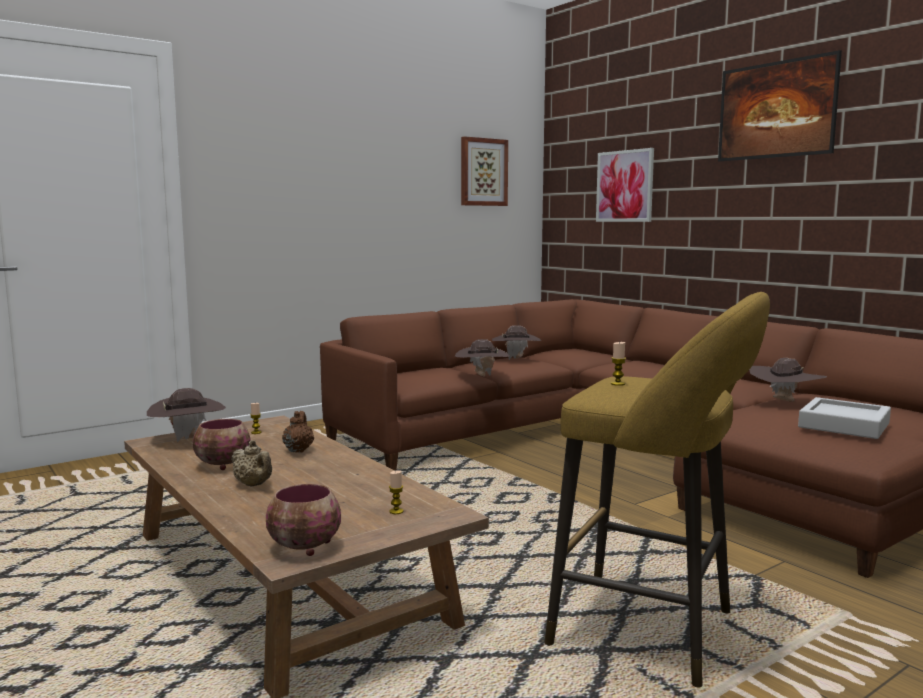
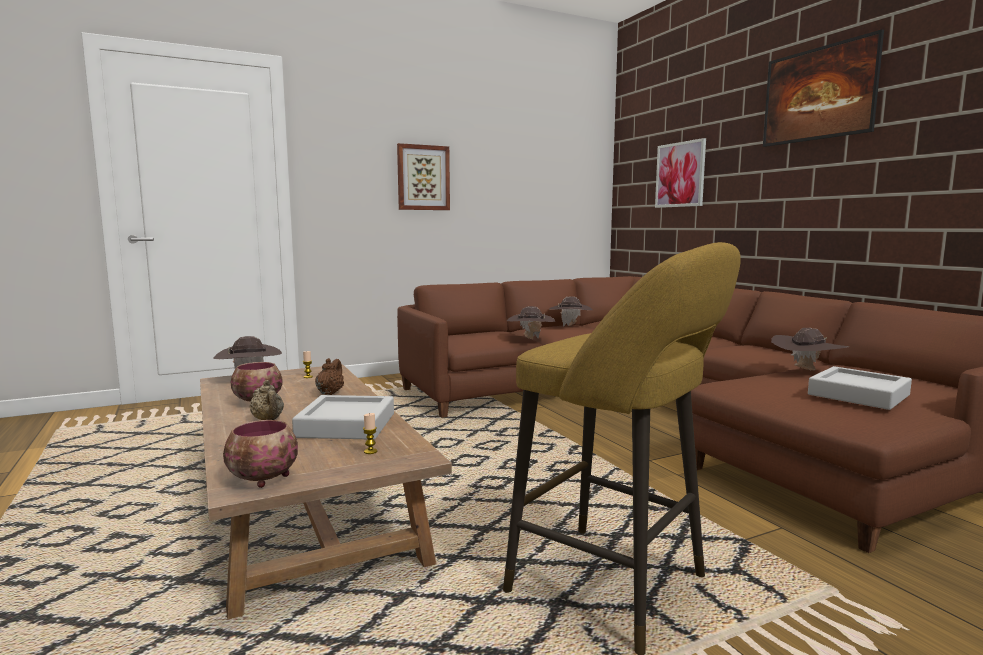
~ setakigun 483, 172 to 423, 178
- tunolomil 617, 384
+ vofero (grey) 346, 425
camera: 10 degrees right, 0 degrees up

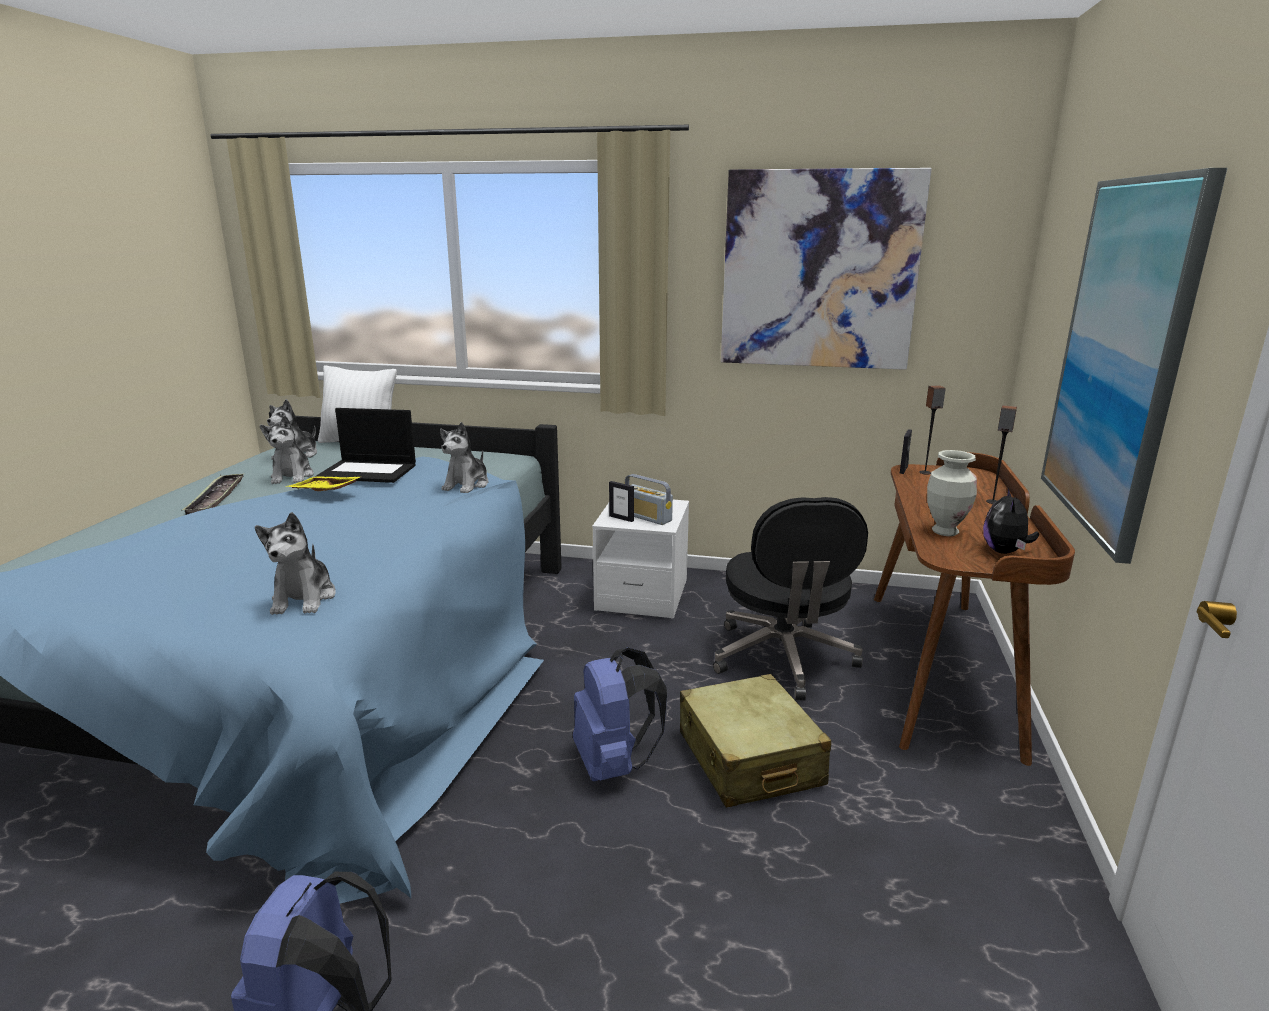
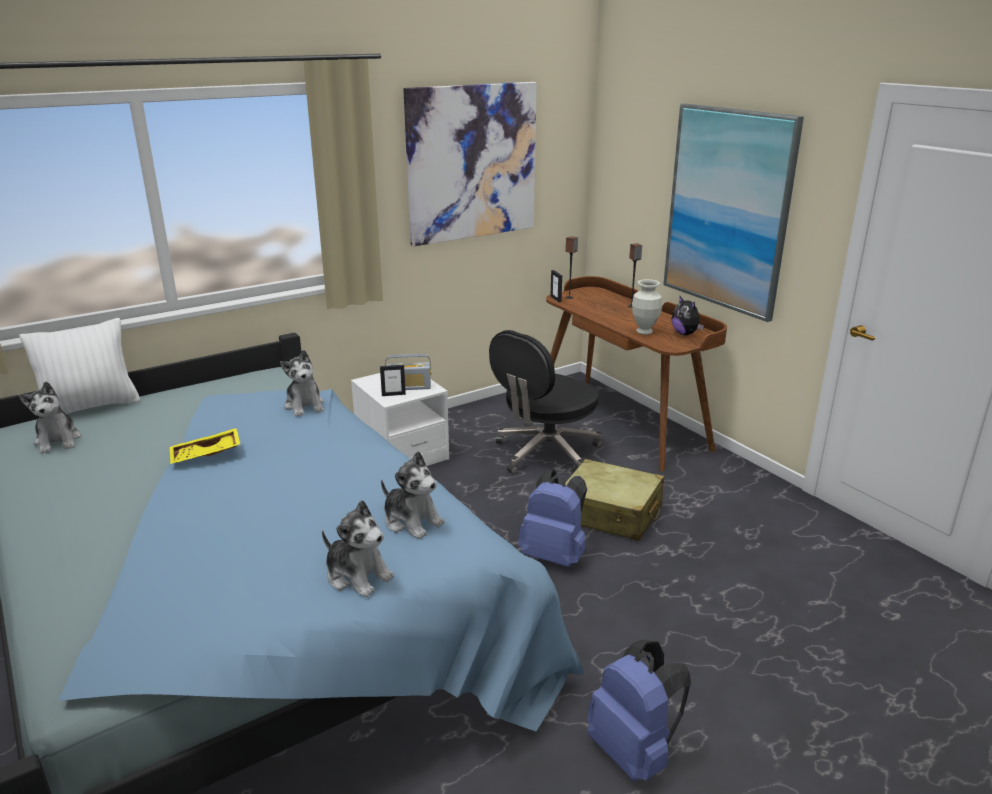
- vofero 216, 499
~ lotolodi 292, 476 to 358, 575
- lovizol 369, 471
~ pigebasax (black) 783, 659 = 545, 453 90 degrees clockwise
camera: 45 degrees left, 5 degrees up

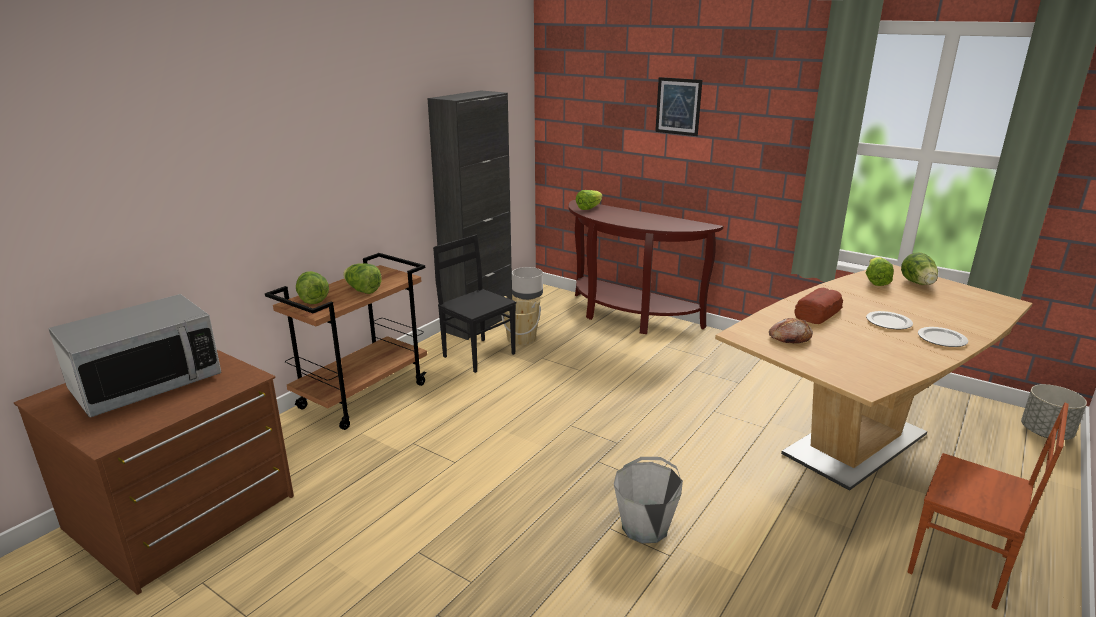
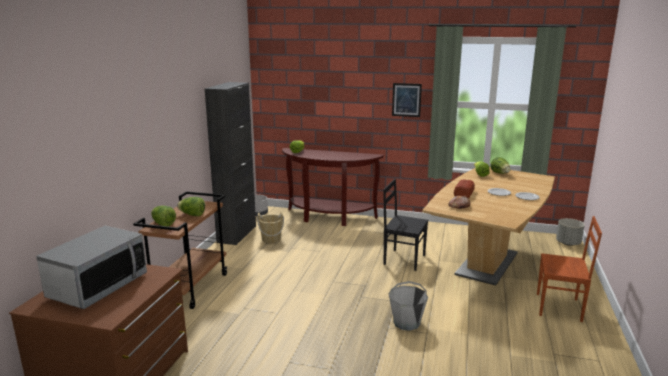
~ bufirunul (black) 479, 354 to 404, 259
~ setakigun 678, 106 to 406, 100
camera: 20 degrees left, 5 degrees down

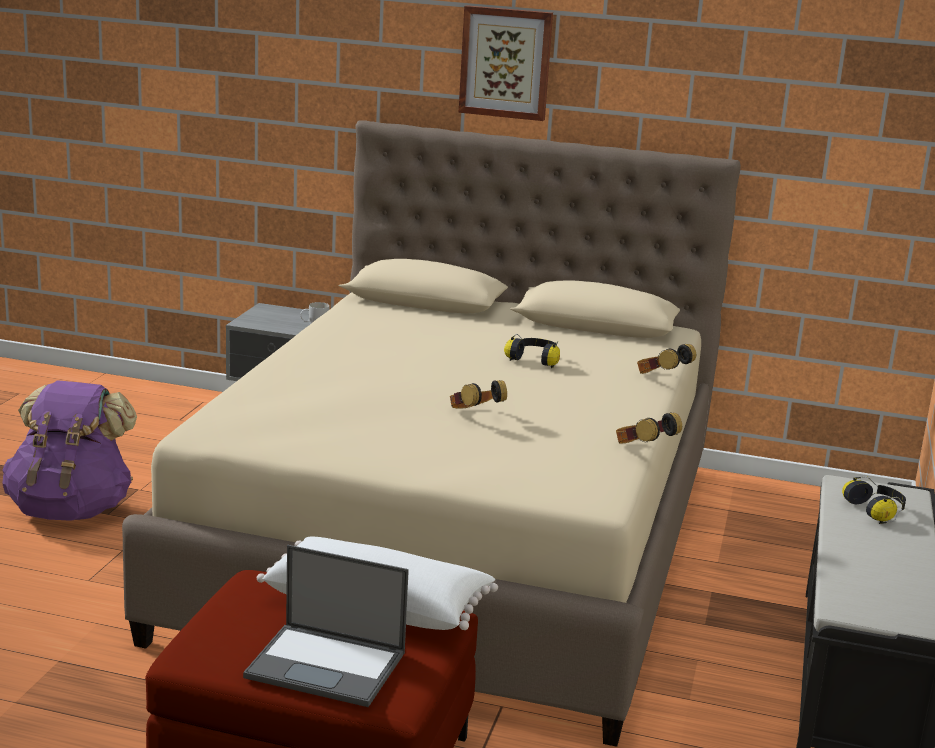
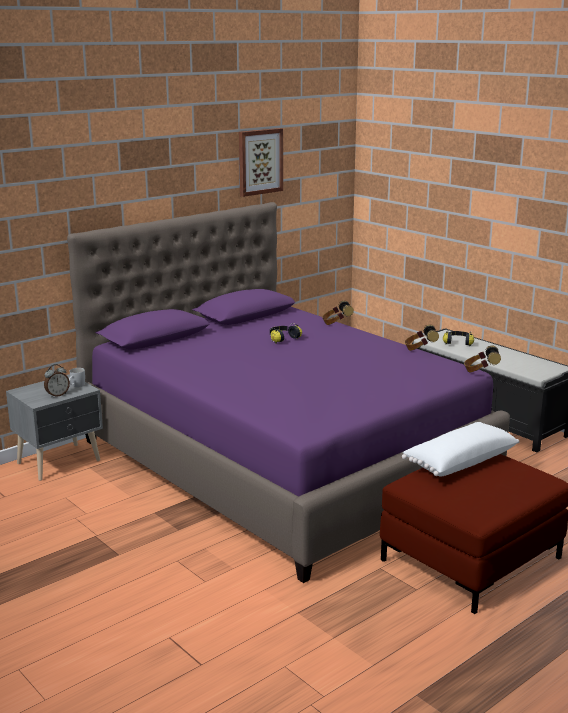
- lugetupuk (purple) 71, 509
~ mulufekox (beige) 458, 545 to mulufekox (purple) 283, 460
- lovizol 328, 665
~ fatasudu 474, 415 to 480, 371
~ setakigun 506, 63 to 259, 161
+ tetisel 57, 395
camera: 55 degrees left, 0 degrees up

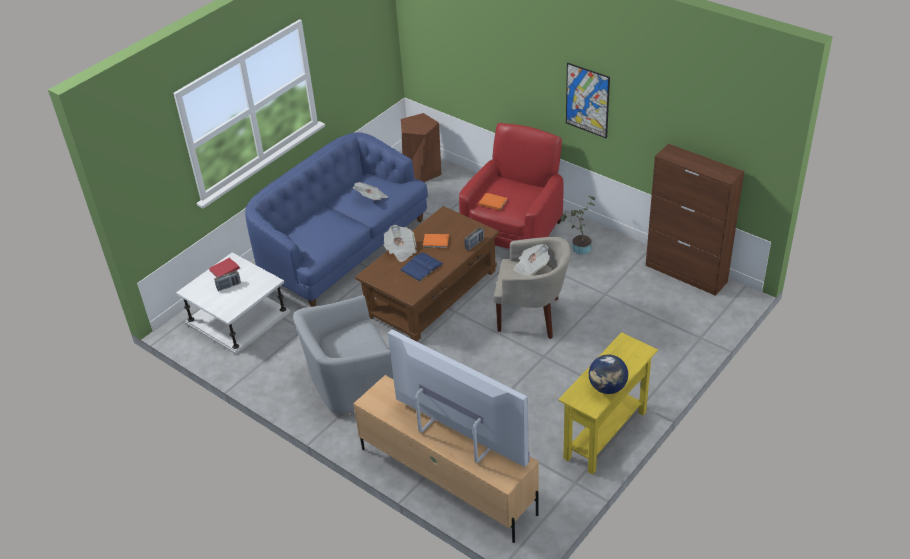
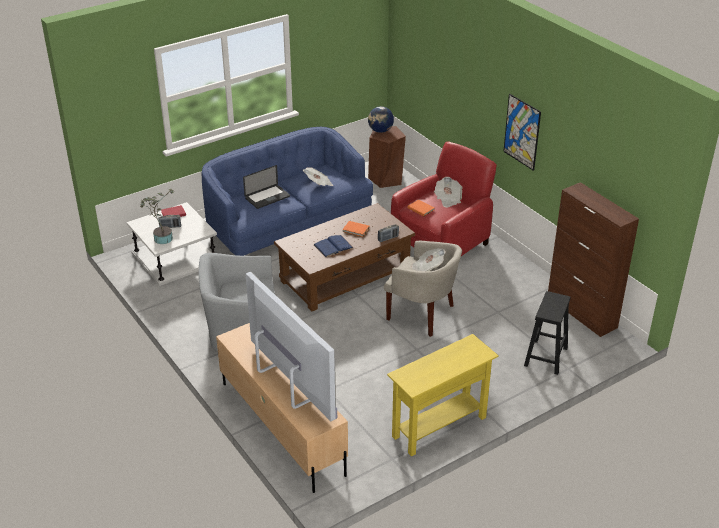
~ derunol 401, 250 to 448, 199
~ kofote 579, 248 to 161, 238
~ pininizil 607, 388 to 380, 131
+ lovizol 267, 197
+ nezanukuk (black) 545, 357
camera: 15 degrees right, 5 degrees down

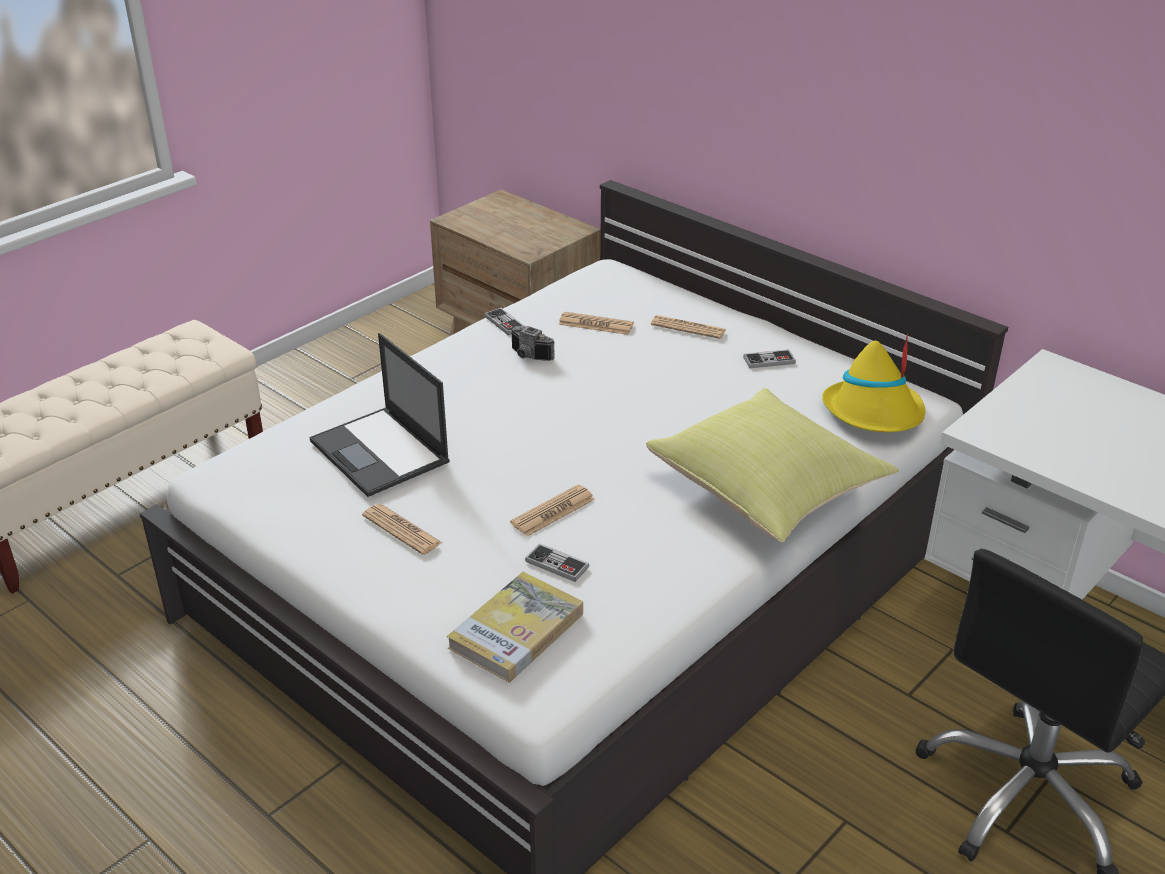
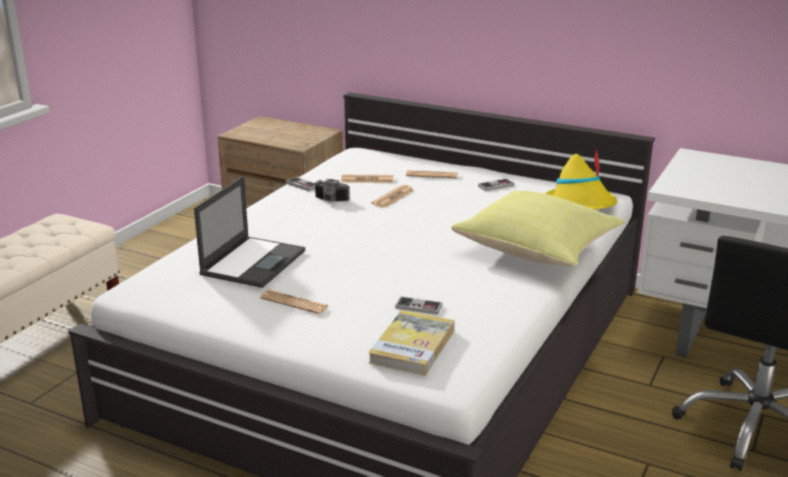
~ lovizol 380, 452 = 254, 262 105 degrees counterclockwise
~ derunol 553, 511 to 393, 197
camera: 15 degrees left, 10 degrees down

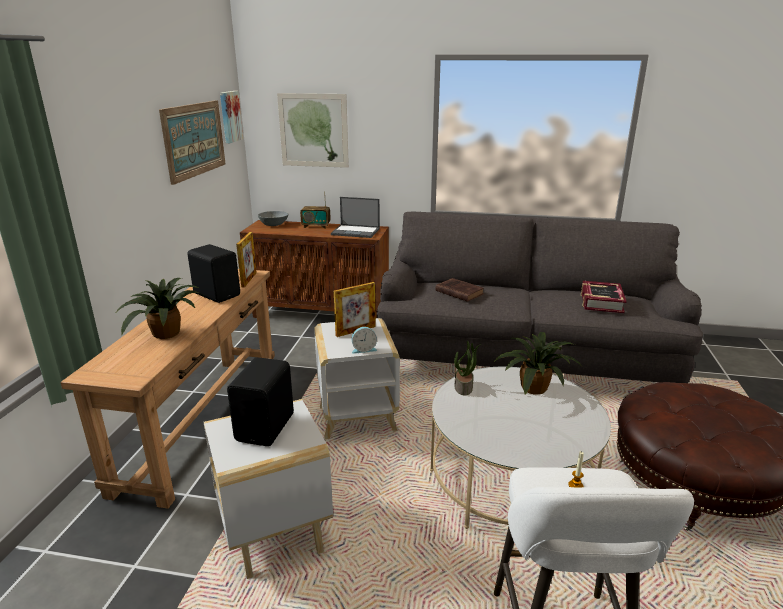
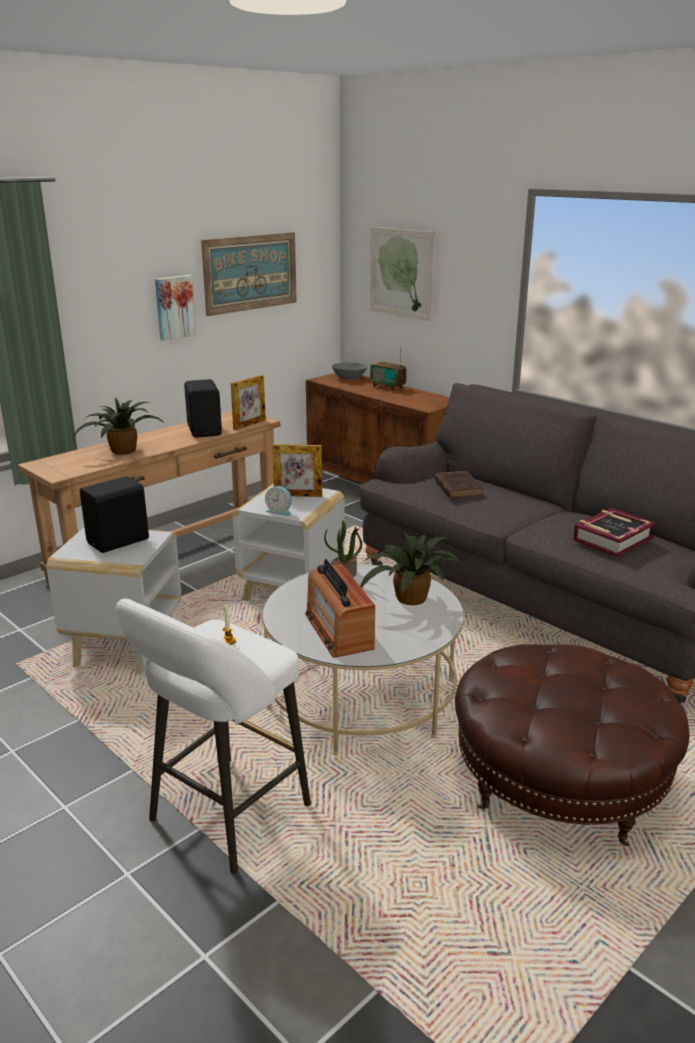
~ setakigun 229, 116 to 174, 307
- lovizol 356, 231
+ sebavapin 338, 631
camera: 35 degrees right, 0 degrees up

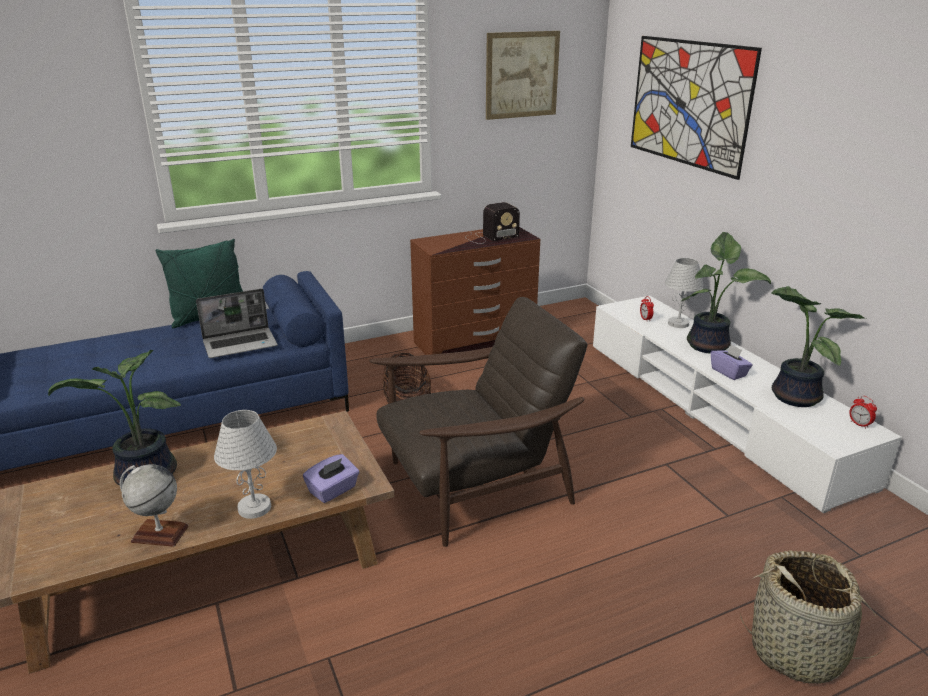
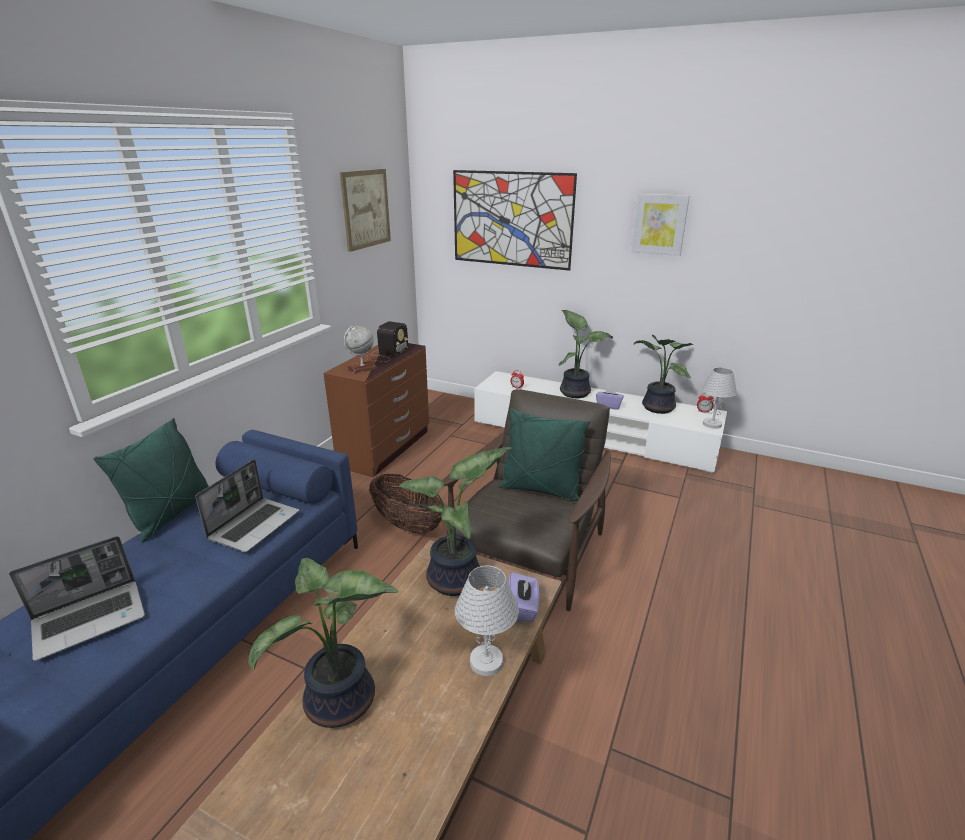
~ pininizil 159, 534 to 362, 368
~ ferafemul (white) 678, 323 to 711, 424
- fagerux 797, 651
+ lovizol 91, 619
+ kofote 457, 580
+ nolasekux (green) 540, 489
+ setakigun 659, 224
camera: 40 degrees left, 0 degrees up

